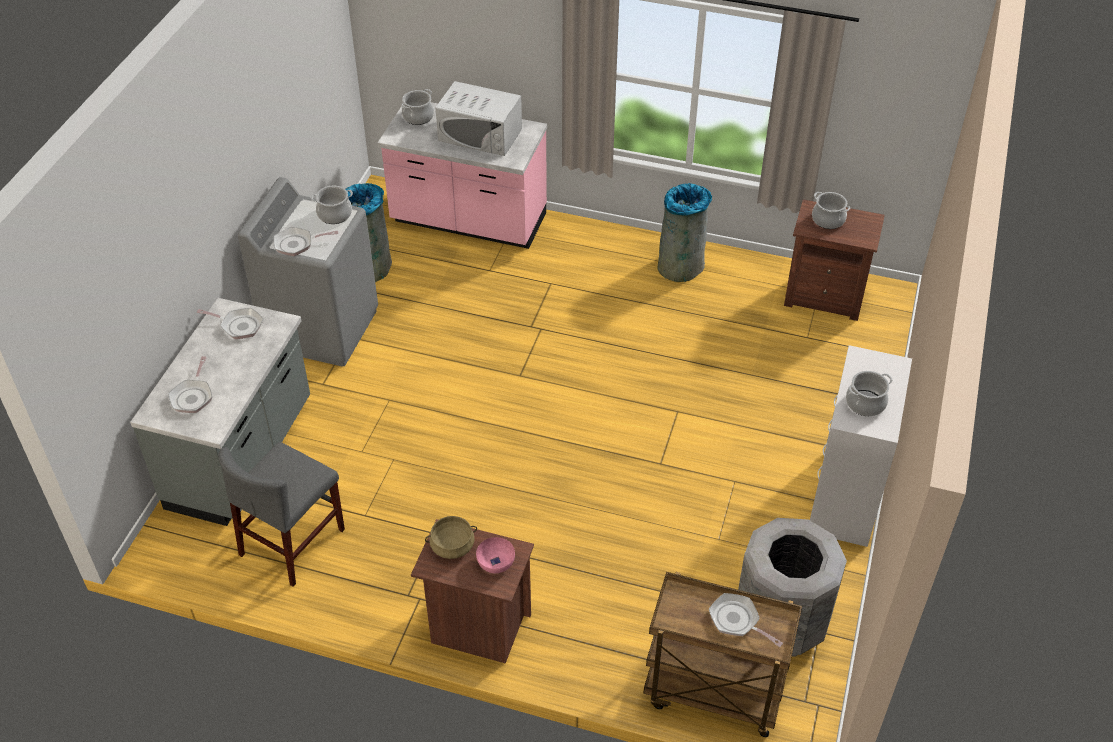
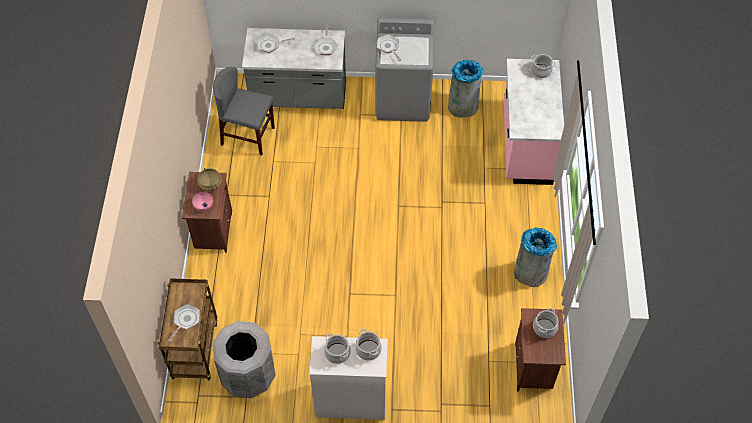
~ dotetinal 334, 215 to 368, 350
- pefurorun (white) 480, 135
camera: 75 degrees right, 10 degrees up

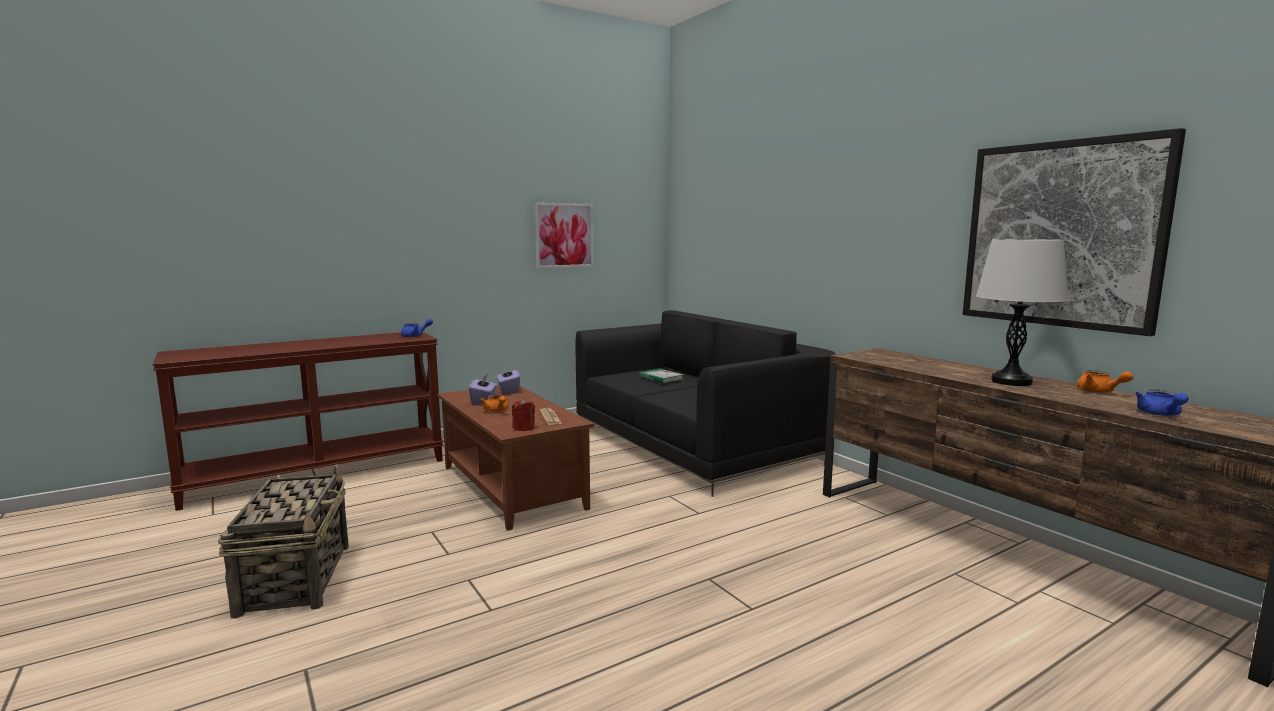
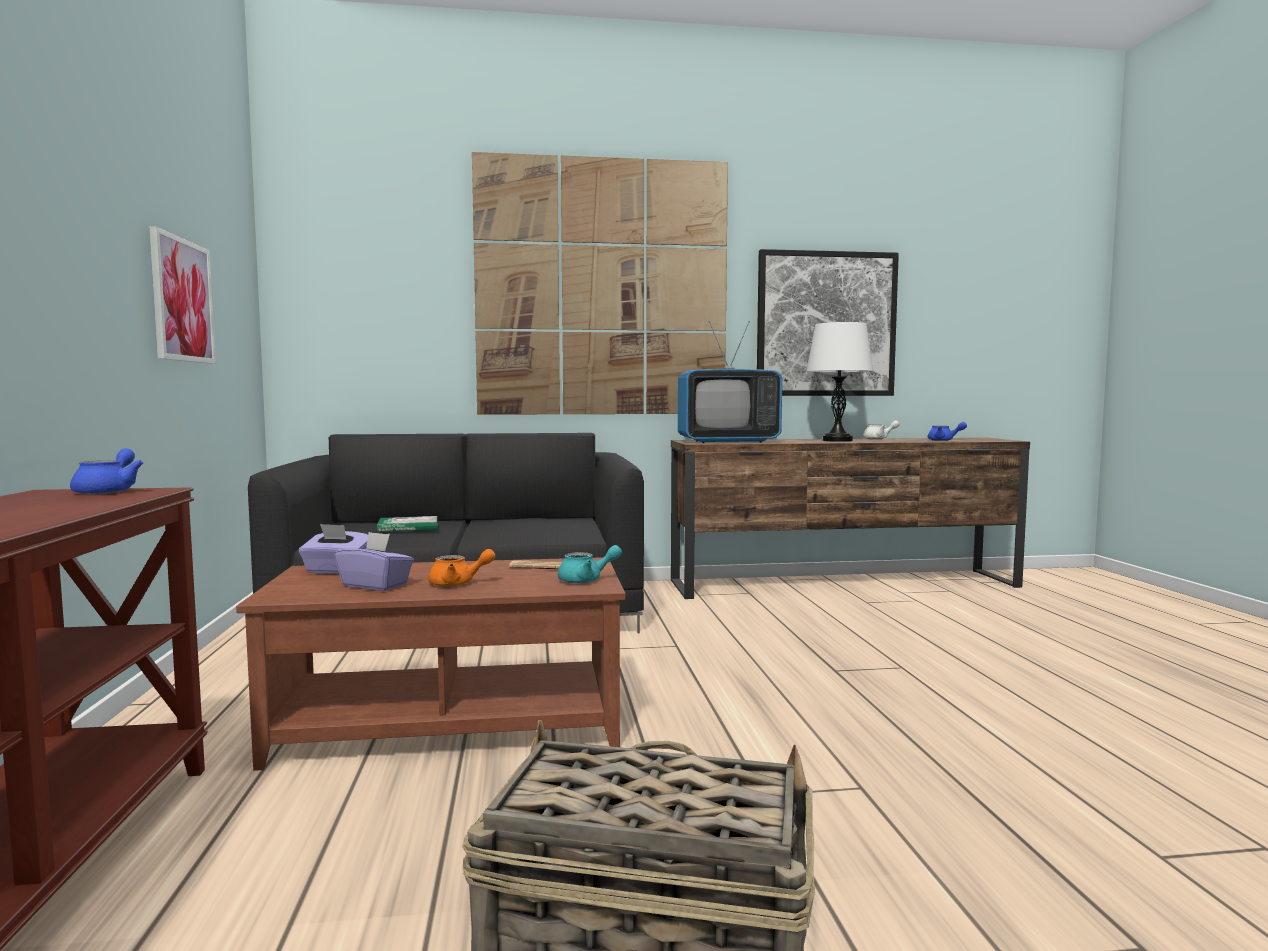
~ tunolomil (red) 523, 428 to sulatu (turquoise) 586, 580
~ sulatu (orange) 1099, 392 to sulatu (white) 879, 439
+ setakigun 602, 288
+ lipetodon 728, 442
camera: 65 degrees left, 5 degrees down

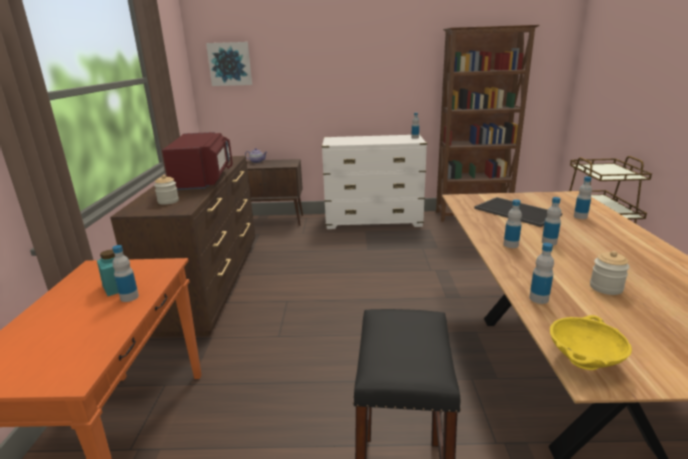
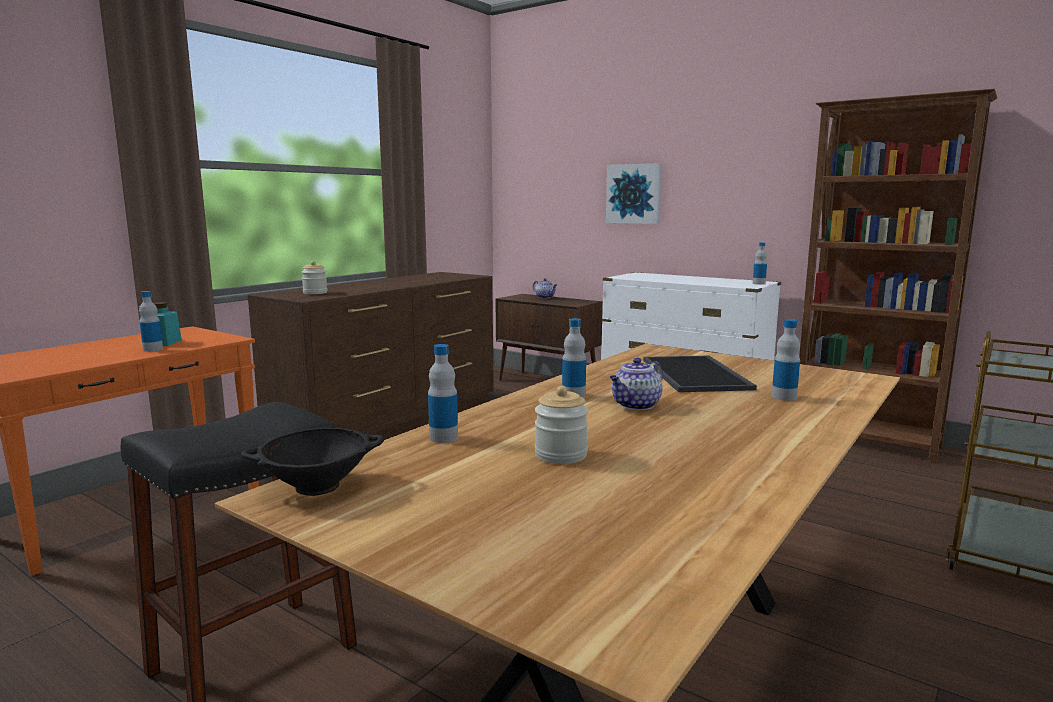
- pefurorun (red) 203, 180
~ setakigun 230, 64 to 634, 194
~ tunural 549, 242 to sulatu 636, 405
~ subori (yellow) 583, 361 to subori (black) 317, 486
camera: 35 degrees right, 10 degrees down

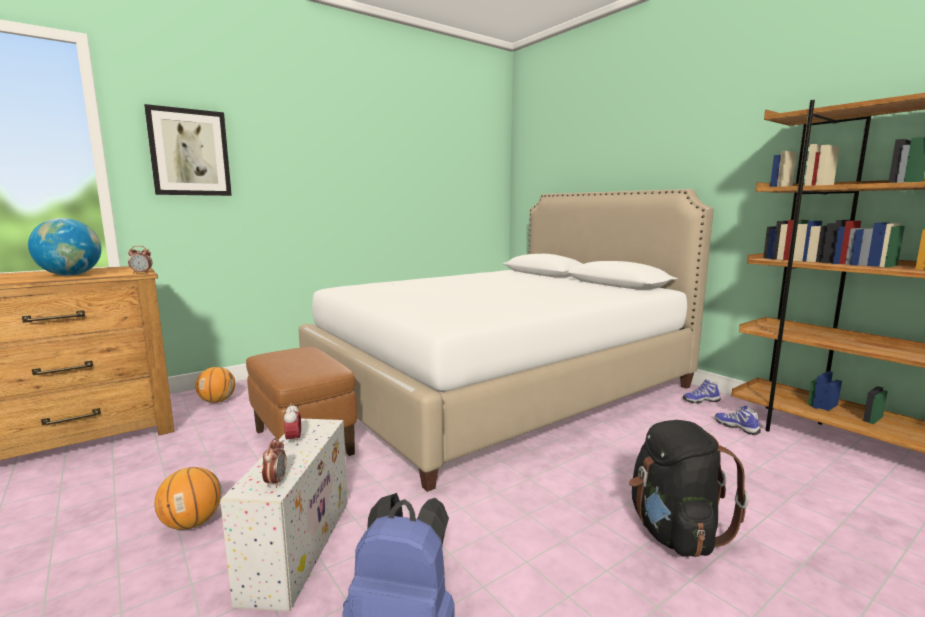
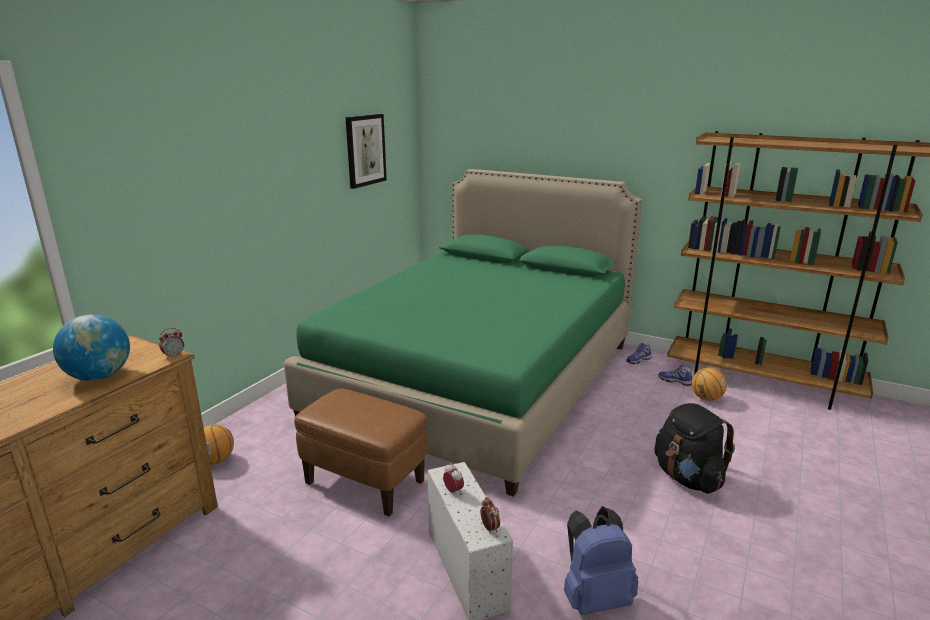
~ setakigun 189, 153 to 365, 150
~ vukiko 192, 523 to 706, 398
~ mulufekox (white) 499, 387 to mulufekox (green) 478, 380
camera: 25 degrees left, 10 degrees up

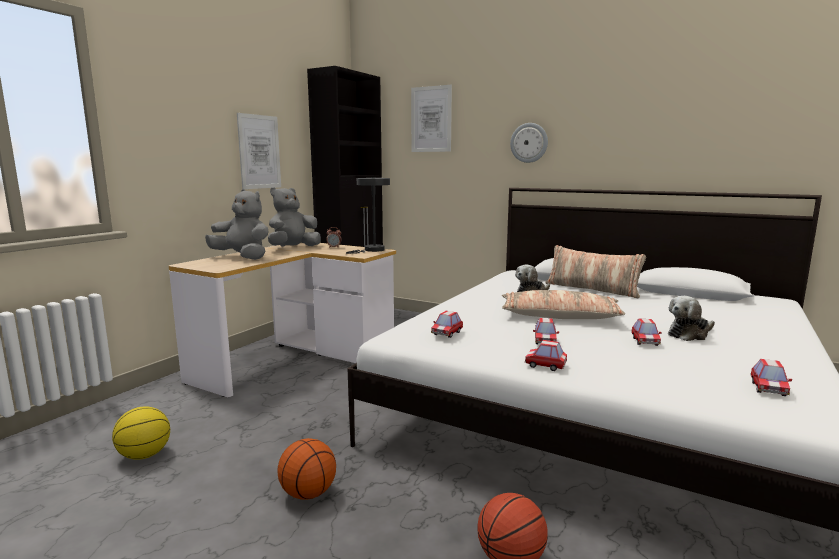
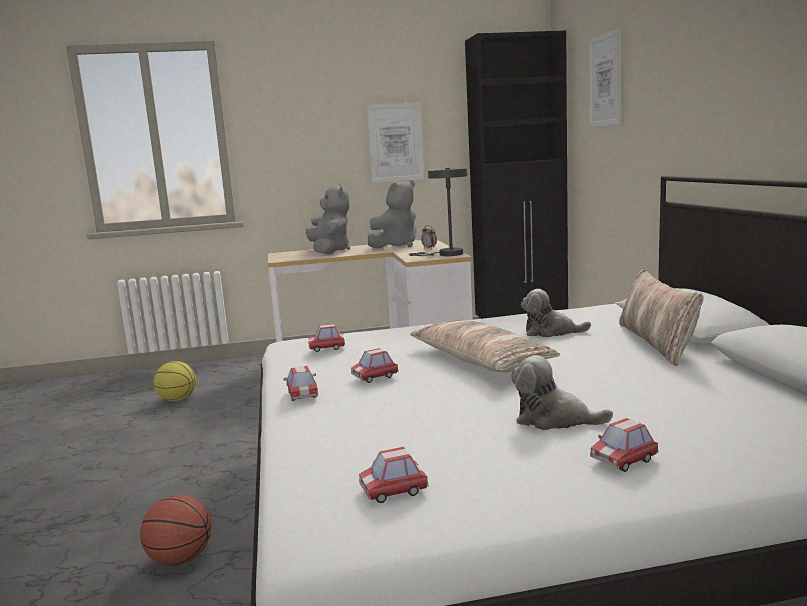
~ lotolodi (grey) 293, 248 = 396, 246 135 degrees clockwise
- vukiko 308, 493
- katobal 529, 142
~ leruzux 645, 341 to 624, 460
camera: 50 degrees right, 0 degrees up

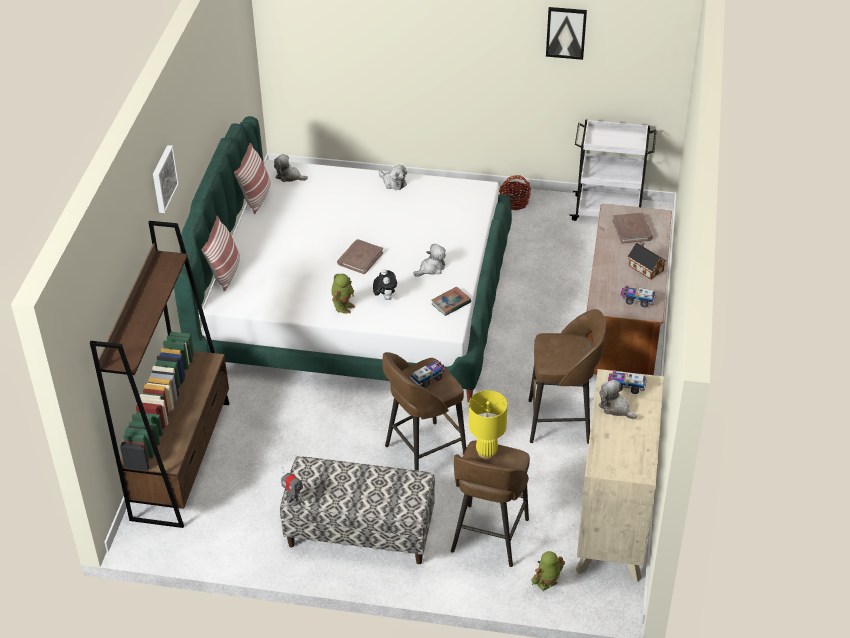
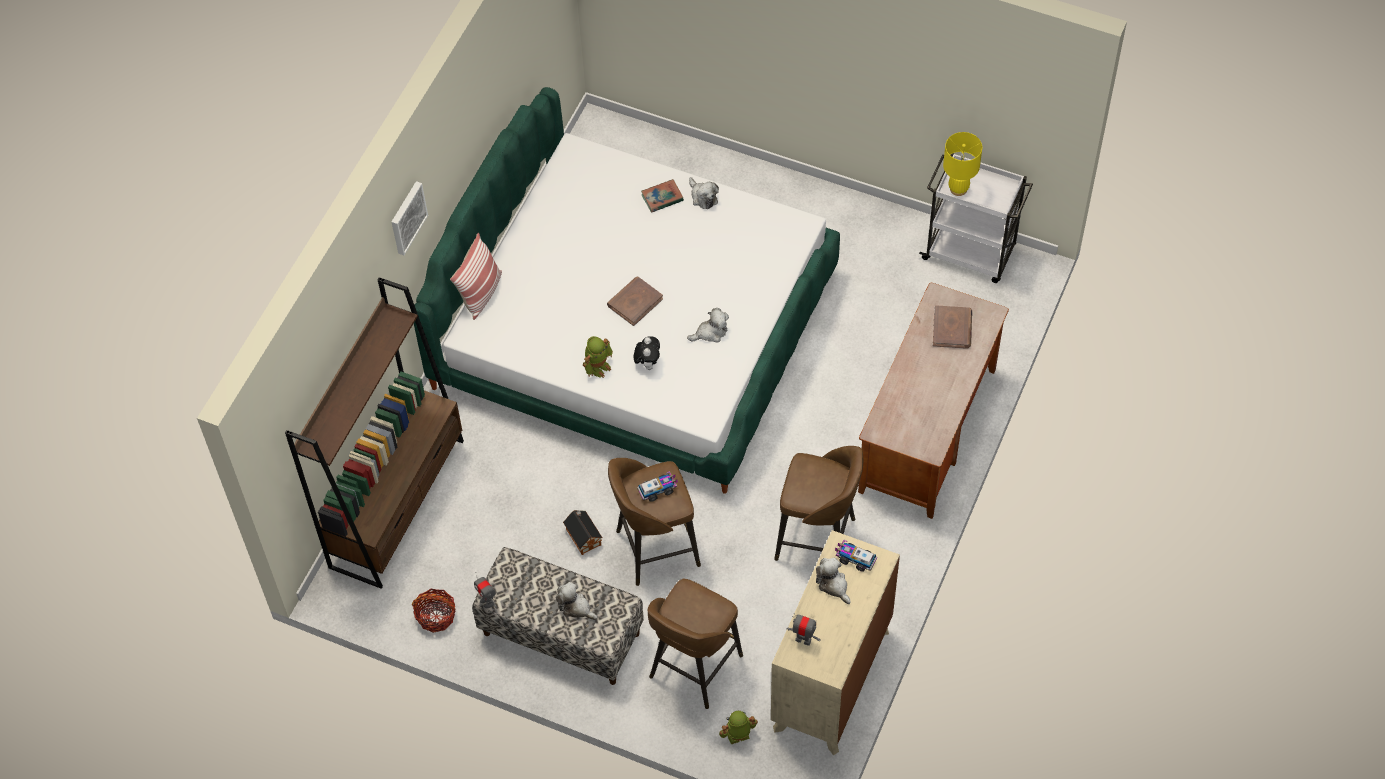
- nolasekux 256, 197
~ lotolodi 289, 176 to 576, 607
~ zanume 451, 303 to 662, 198
~ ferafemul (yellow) 486, 453 to 958, 189
~ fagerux 514, 202 to 436, 616
- setakigun 566, 32
- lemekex 637, 300
~ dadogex 645, 267 to 583, 536
+ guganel 803, 639
camera: 15 degrees right, 15 degrees up

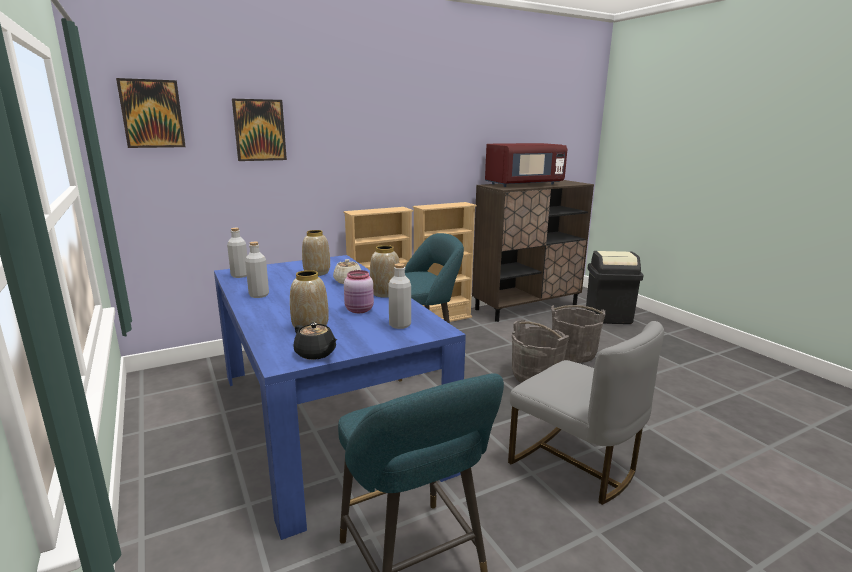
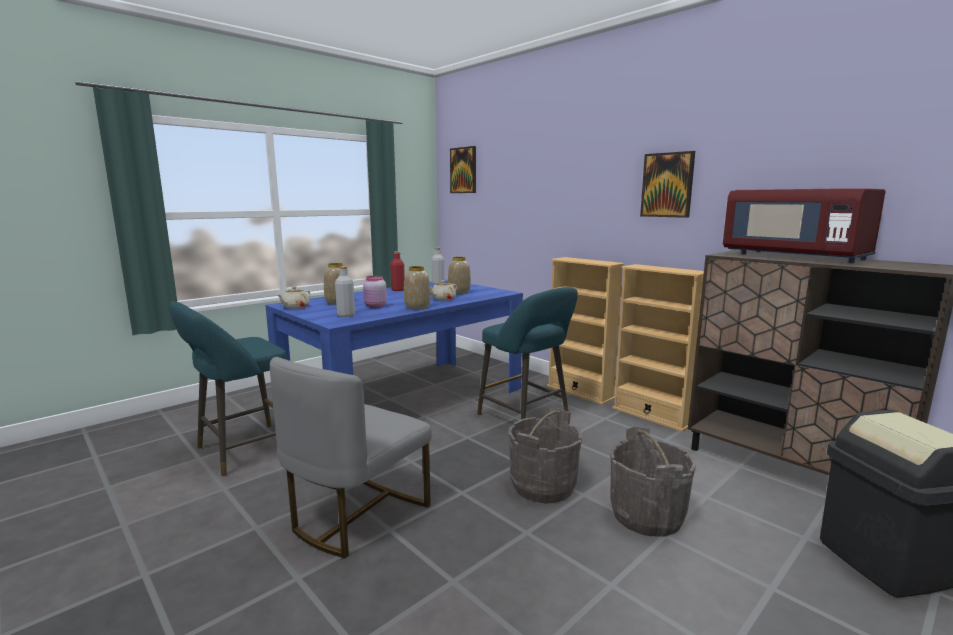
~ setakigun 259, 130 to 667, 185
~ tunural (grey) 259, 295 to tunural (red) 398, 290
~ sulatu (black) 316, 354 to sulatu (beige) 295, 307
camera: 75 degrees right, 5 degrees down

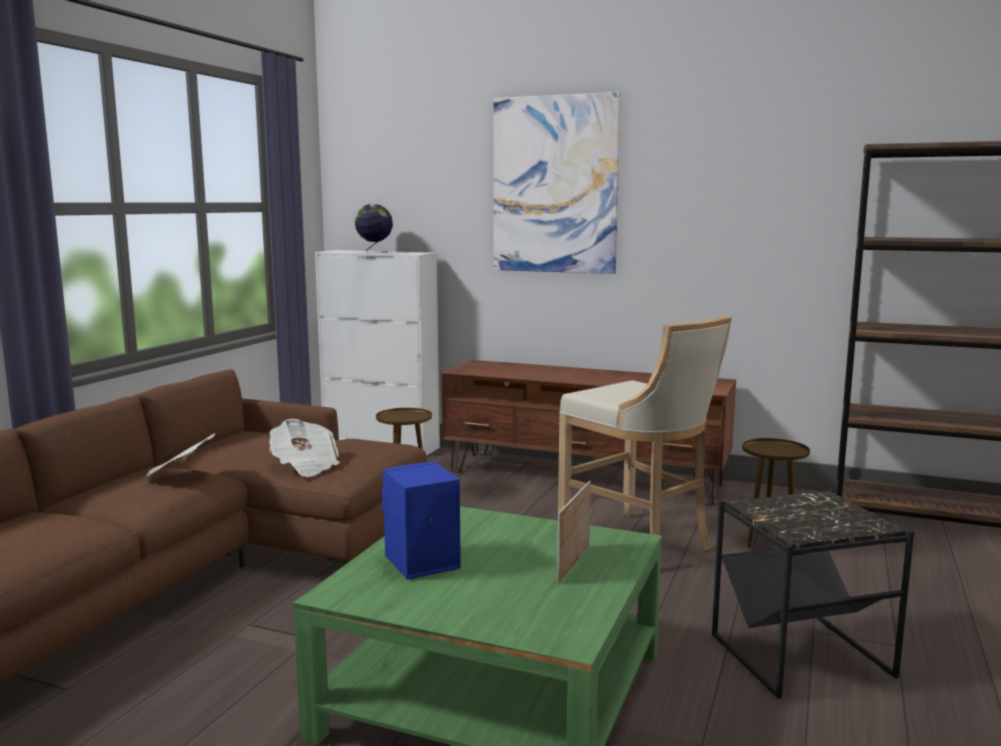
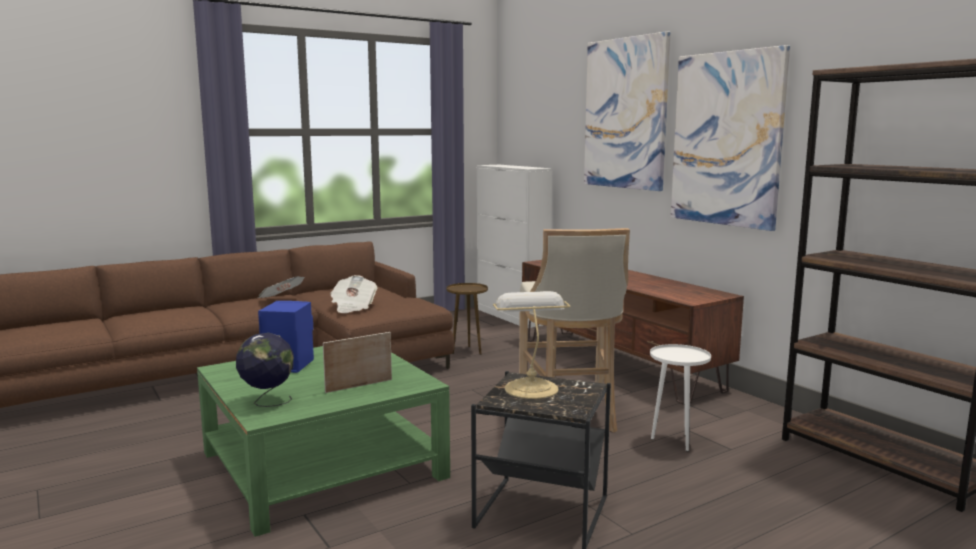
~ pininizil 374, 252 to 267, 401
~ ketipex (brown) 769, 543 to ketipex (white) 675, 441
+ ferafemul 530, 387
+ setakigun 726, 139
camera: 35 degrees right, 0 degrees up

